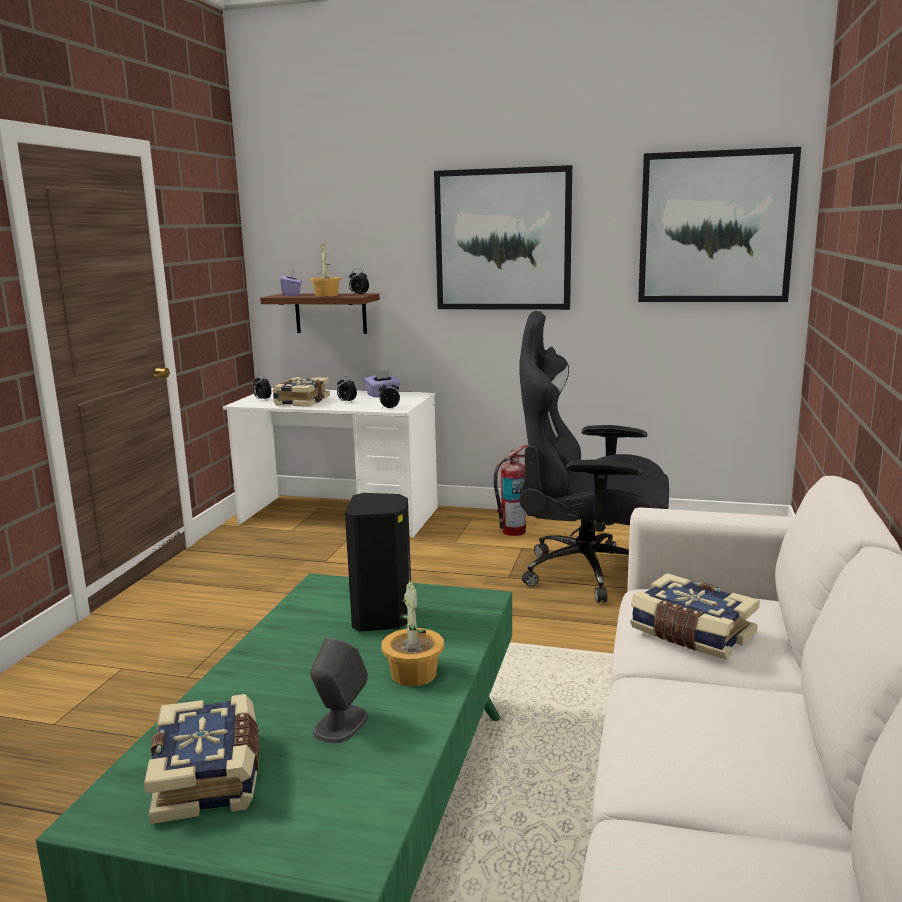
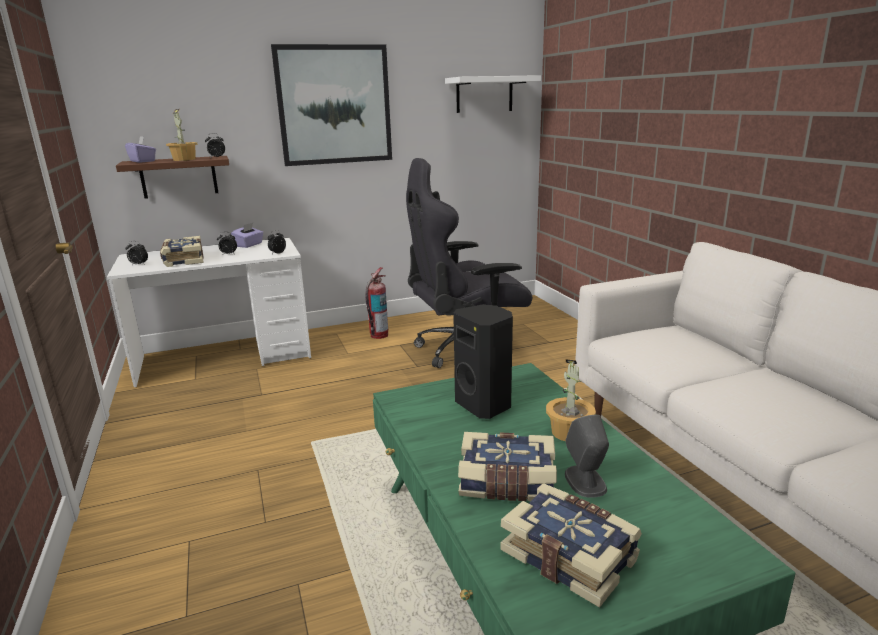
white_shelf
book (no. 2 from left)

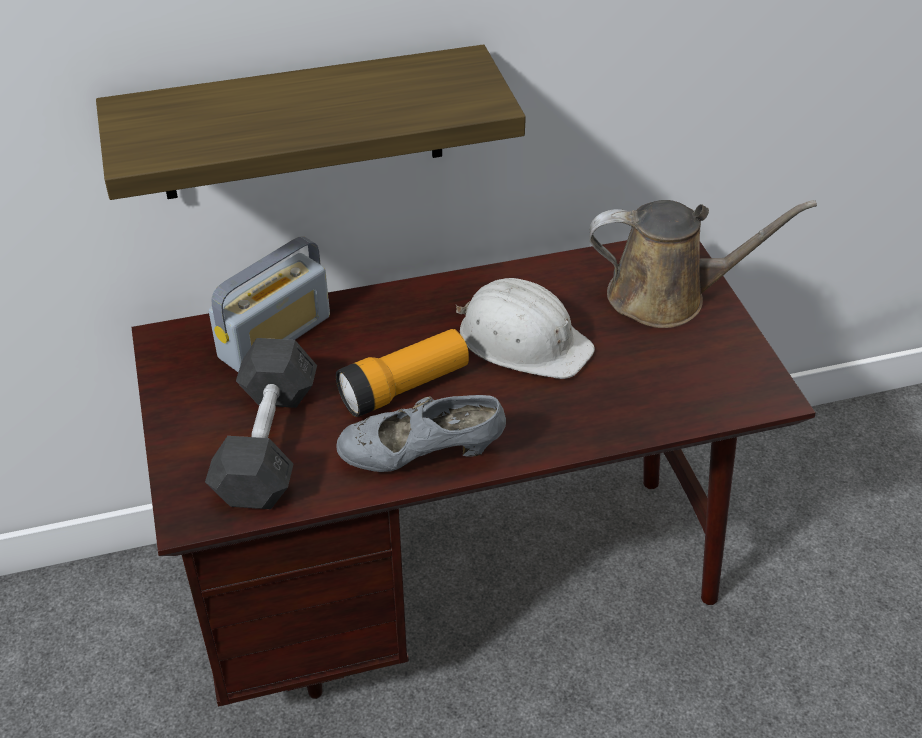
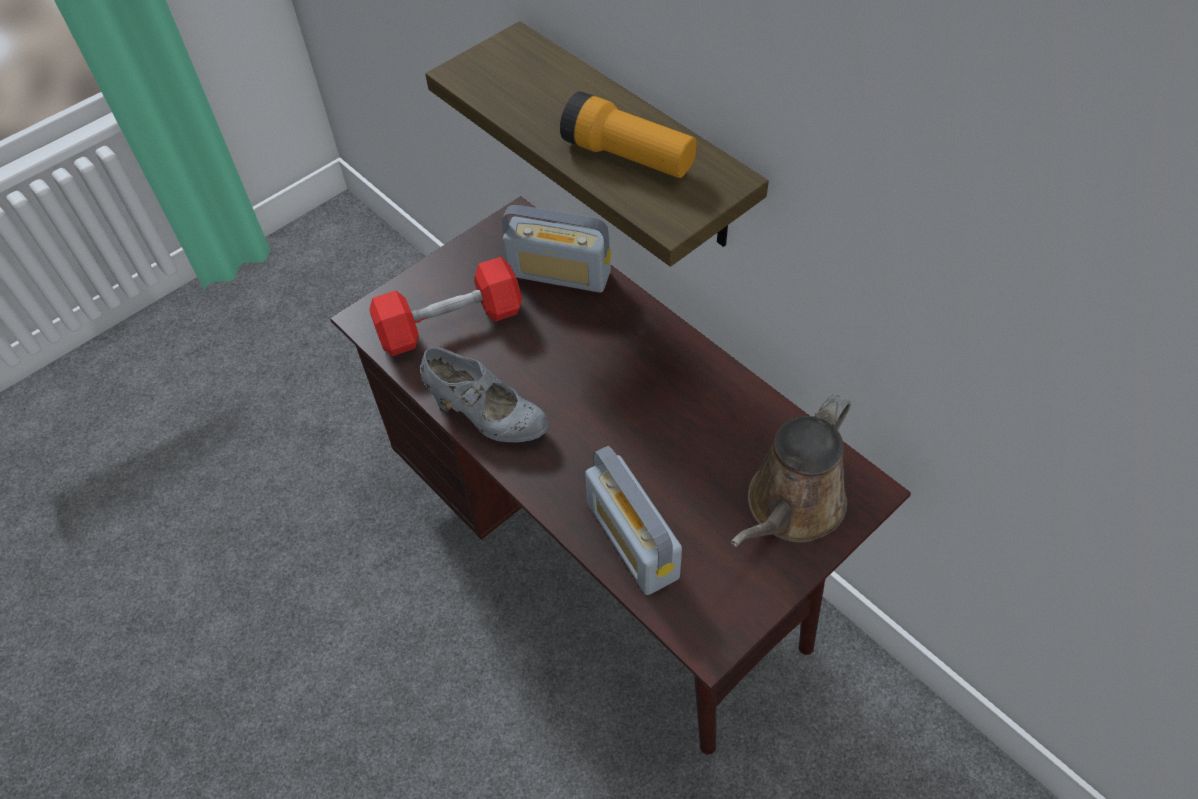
brown_watering_can
white_hard_hat
flashlight
red_dumbbell
grey_shoe
radio (no. 2 from left)

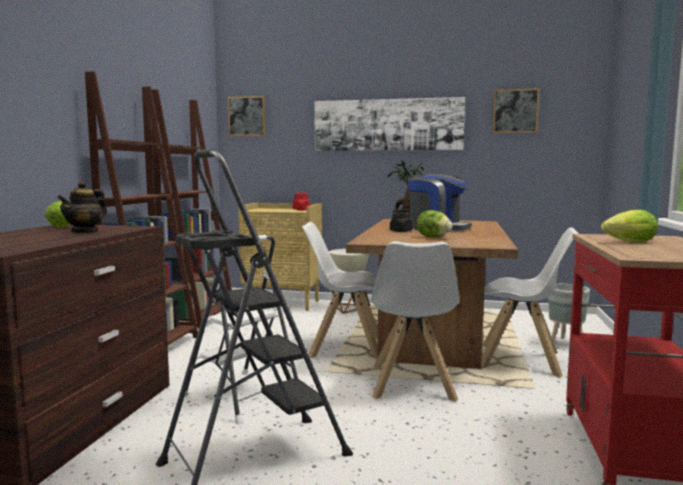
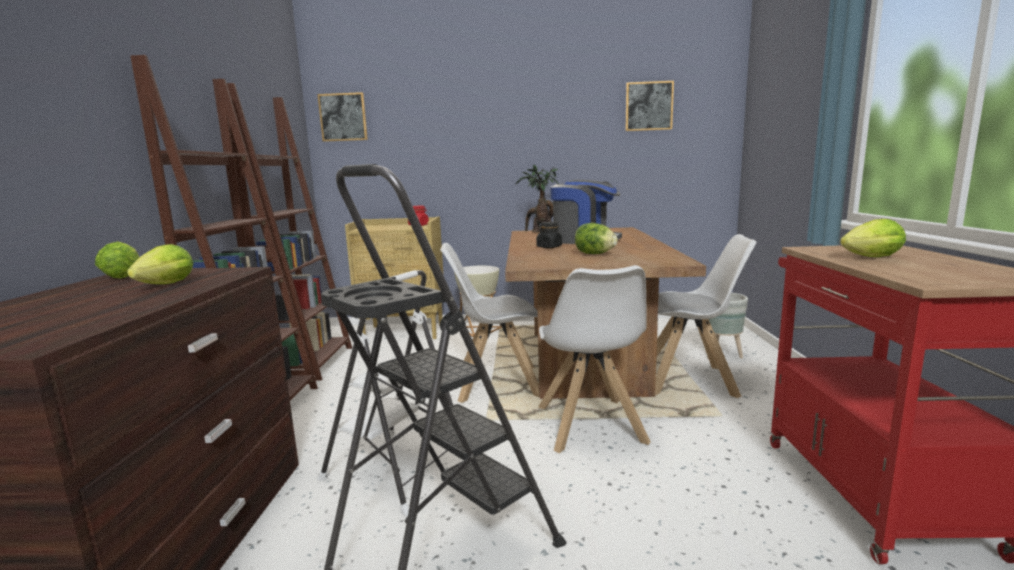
picture (no. 2 from left in the first image)
lettuce (no. 2 from left)

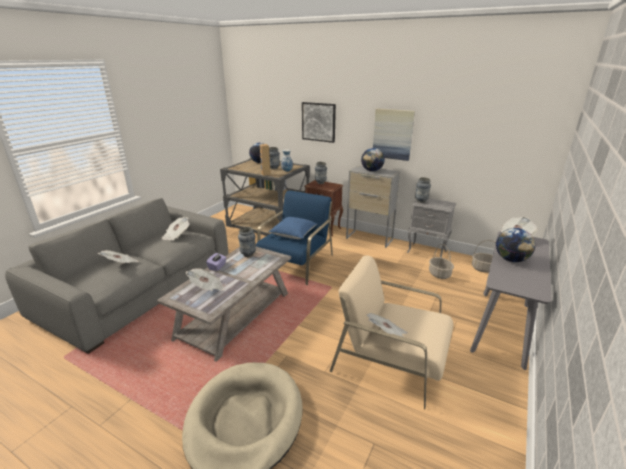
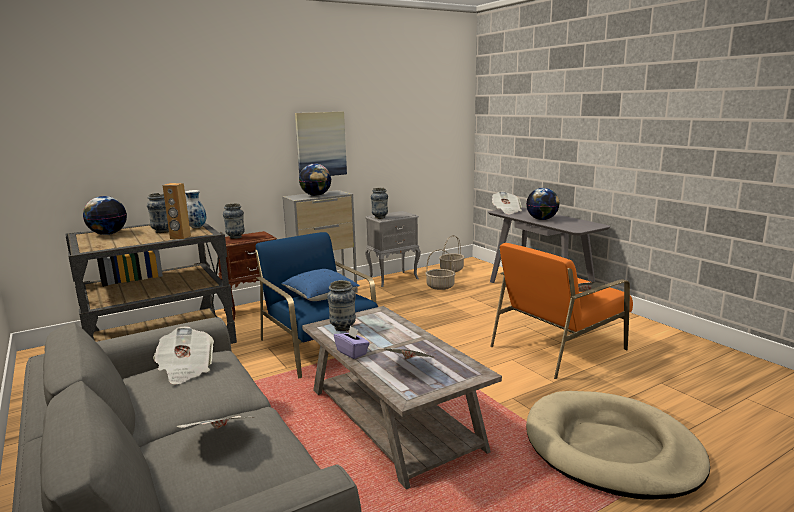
picture (no. 1 from left in the first image)
orange_armchair

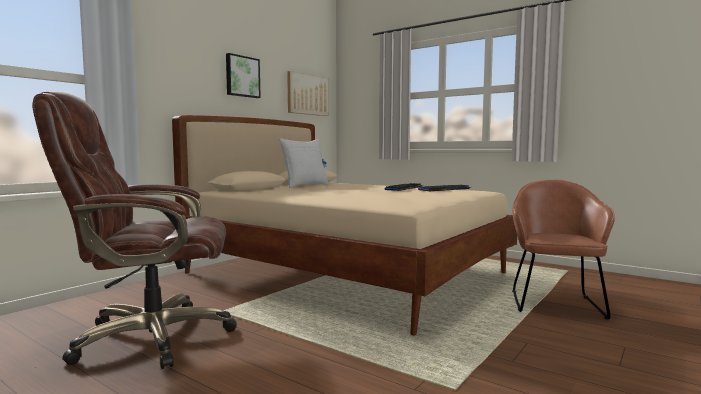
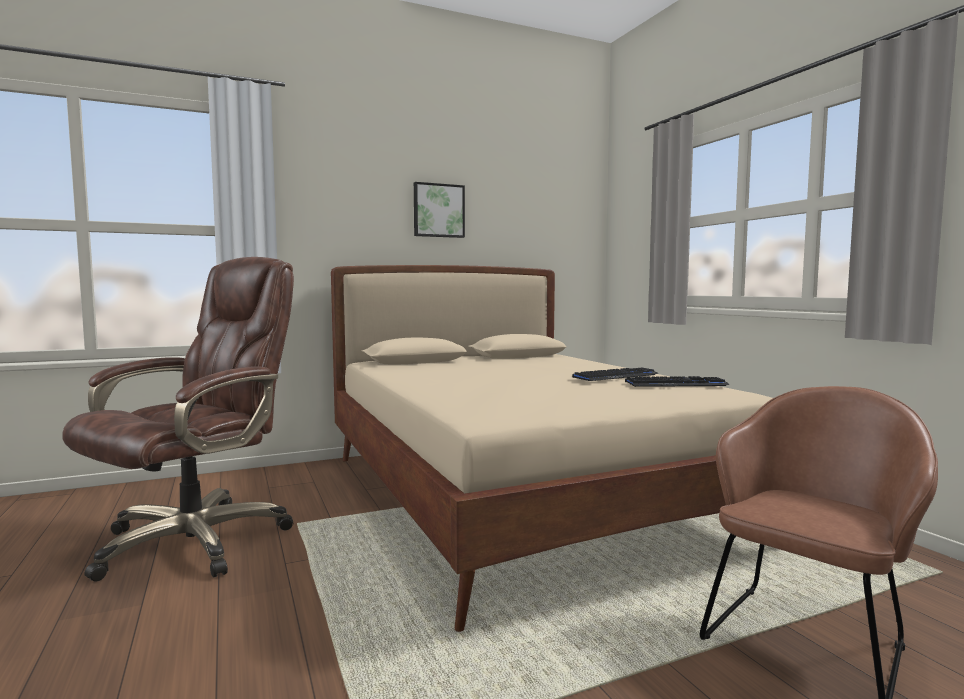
picture (no. 2 from left in the first image)
brown_office_chair
grey_pillow

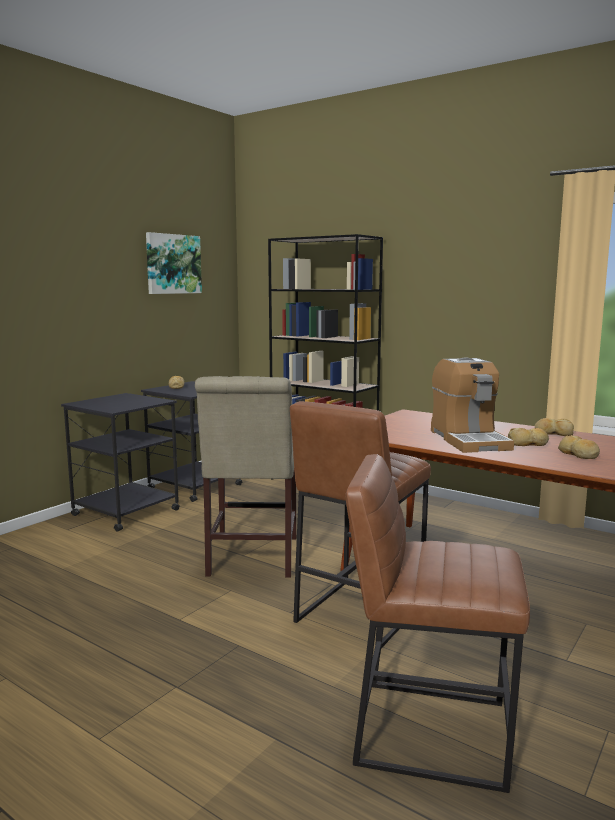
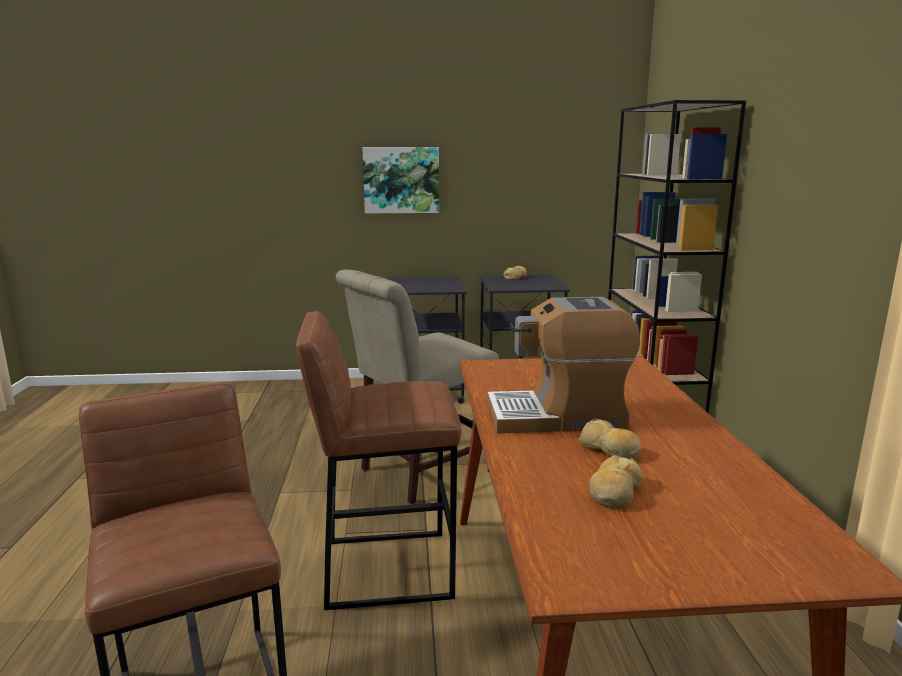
picture
coffee_machine
bread (no. 3 from left in the first image)

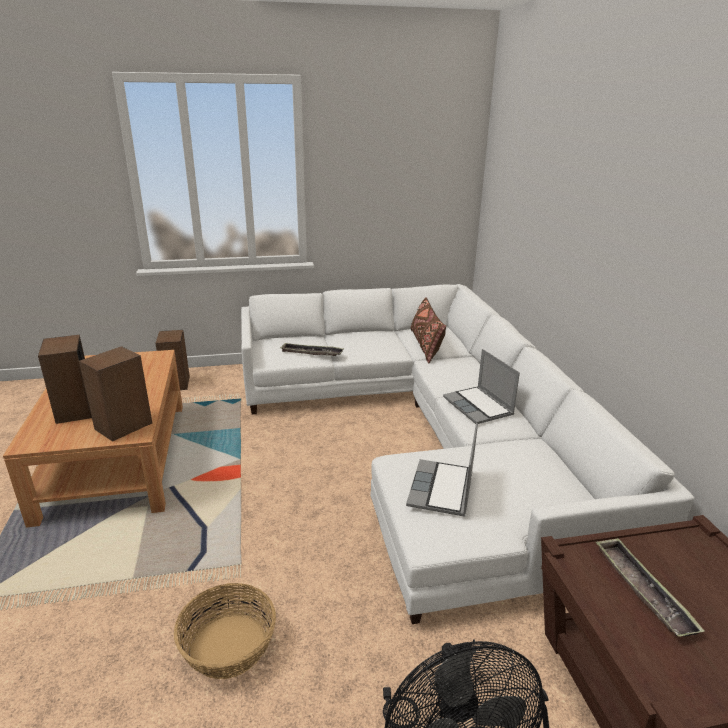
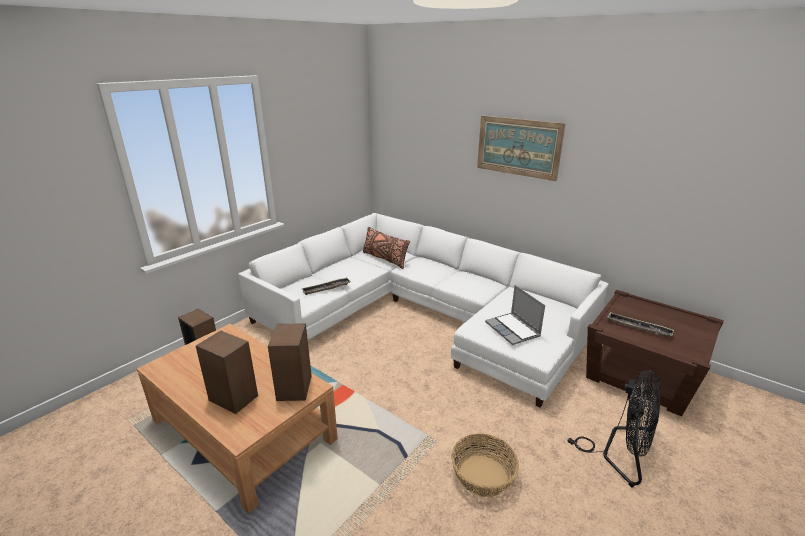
laptop (no. 2 from left in the first image)
picture

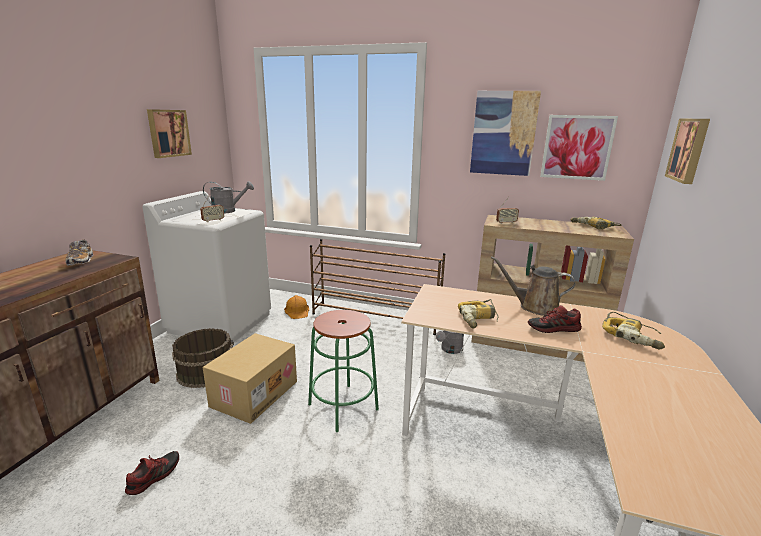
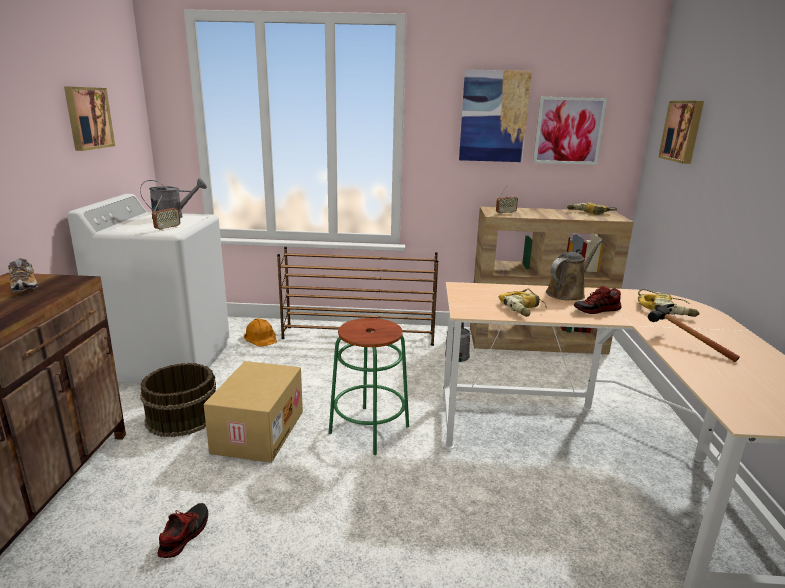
brown_watering_can
hammer

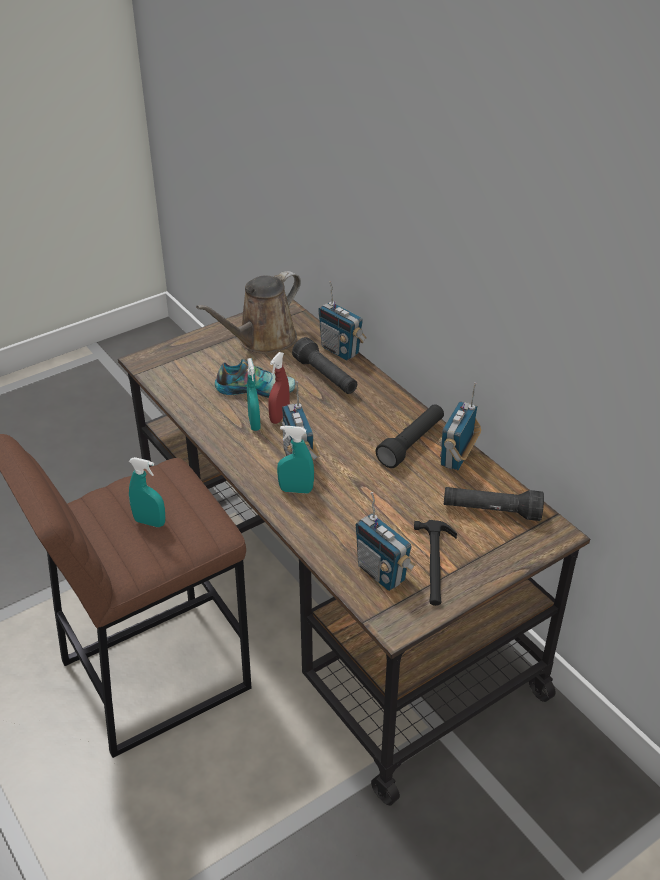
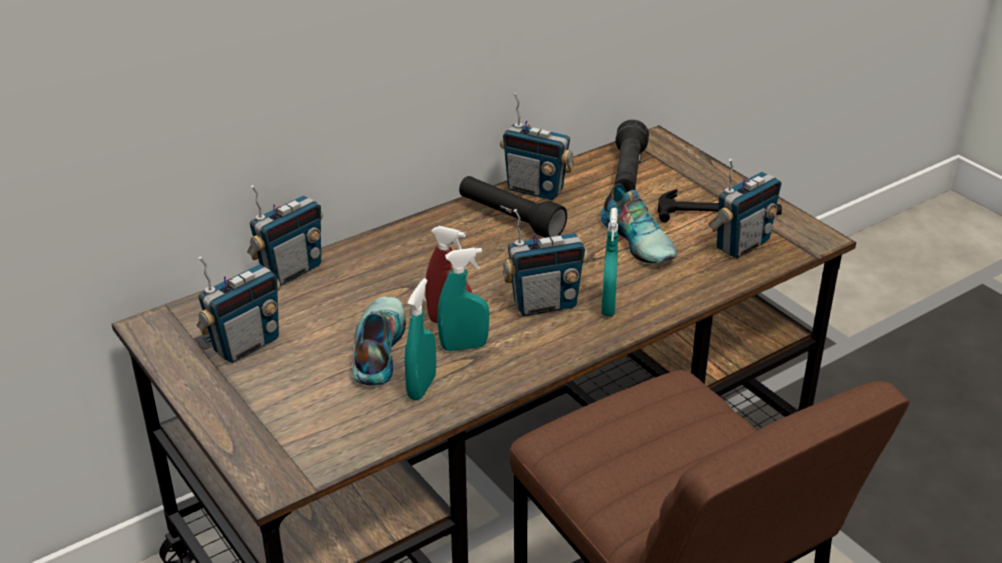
radio (no. 1 from left)
black_flashlight (no. 1 from left in the first image)
turquoise_spray_bottle (no. 1 from left)
shoe (no. 2 from left)

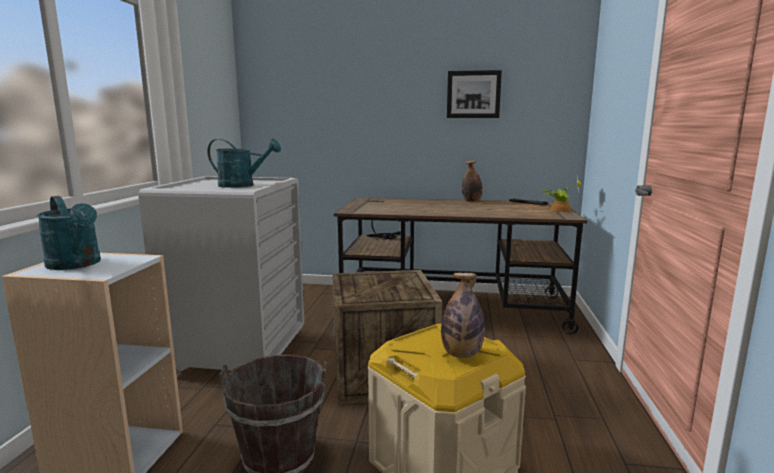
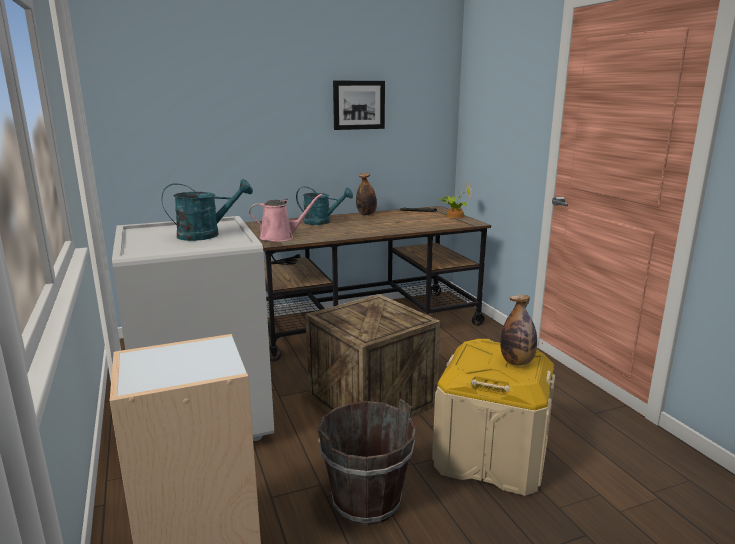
turquoise_watering_can (no. 2 from left)
pink_watering_can

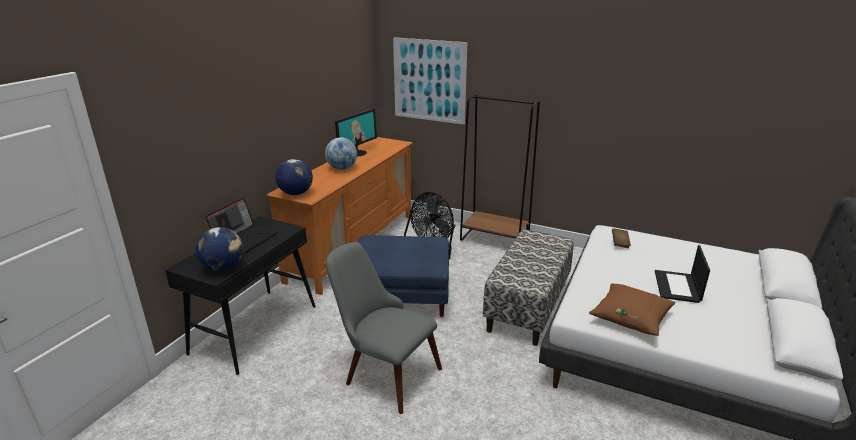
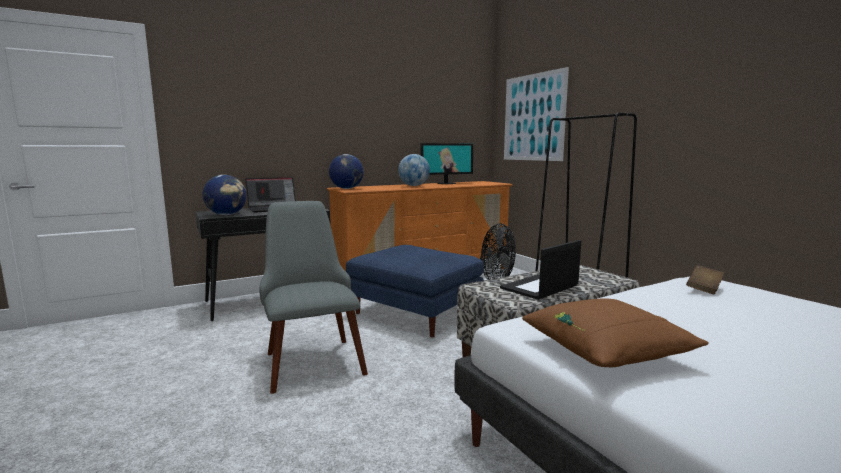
laptop (no. 2 from left)

